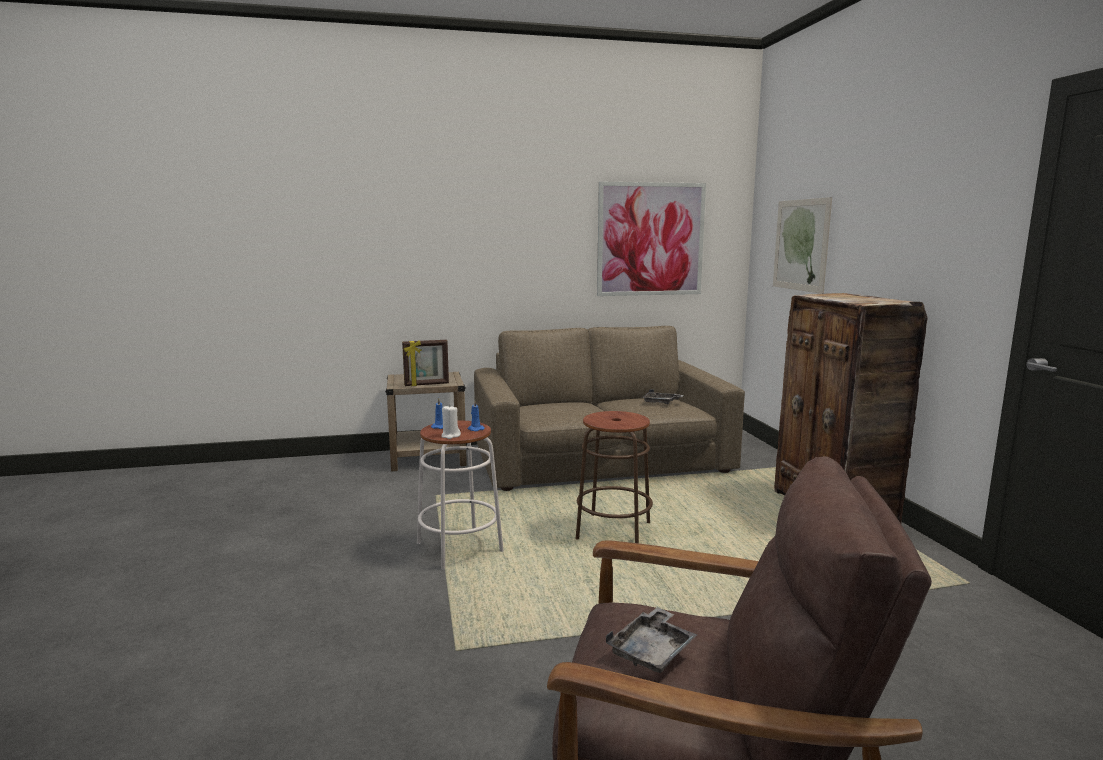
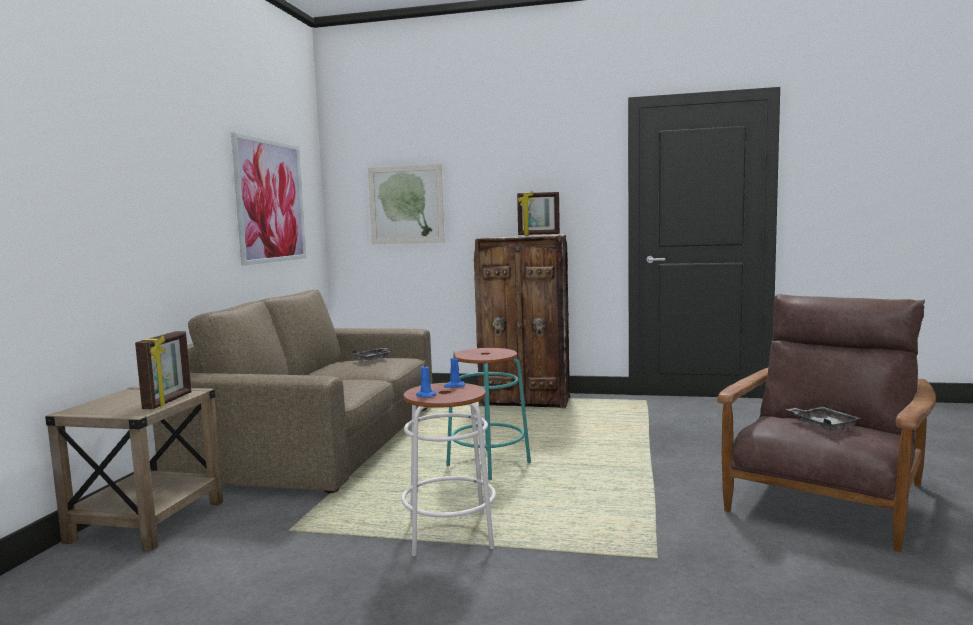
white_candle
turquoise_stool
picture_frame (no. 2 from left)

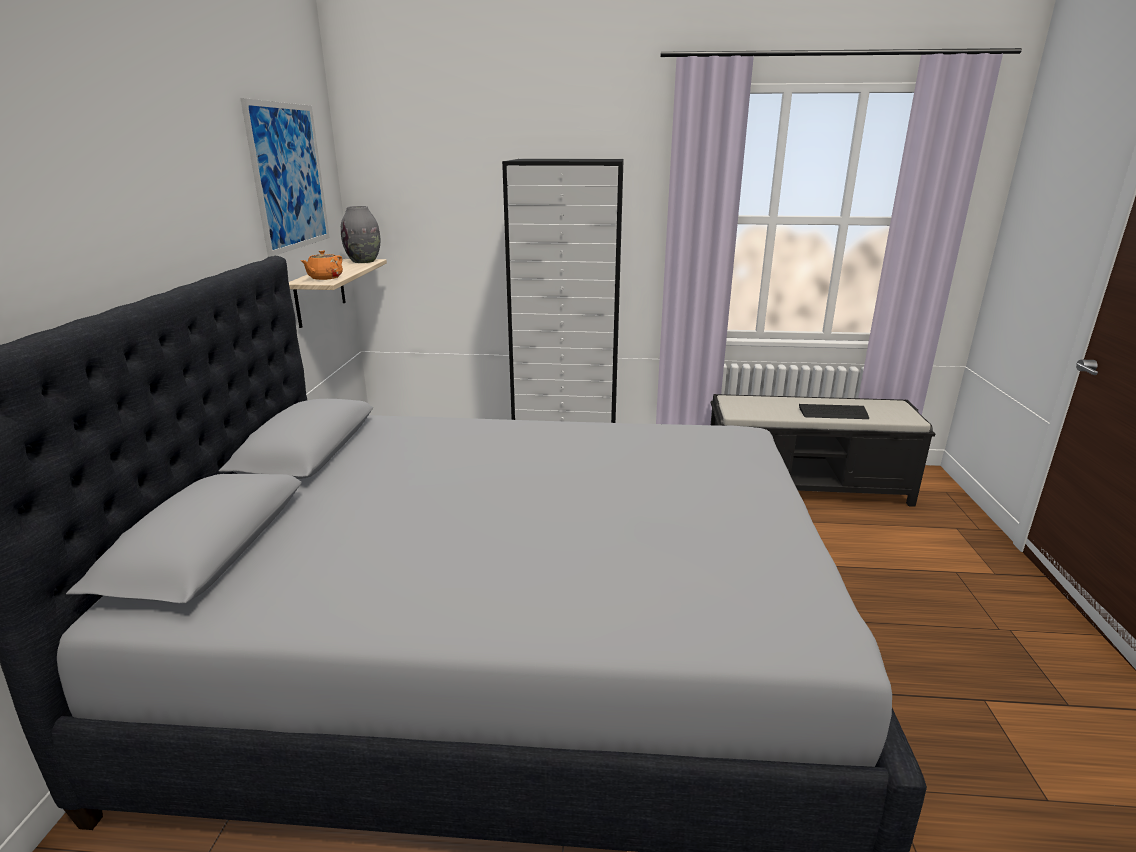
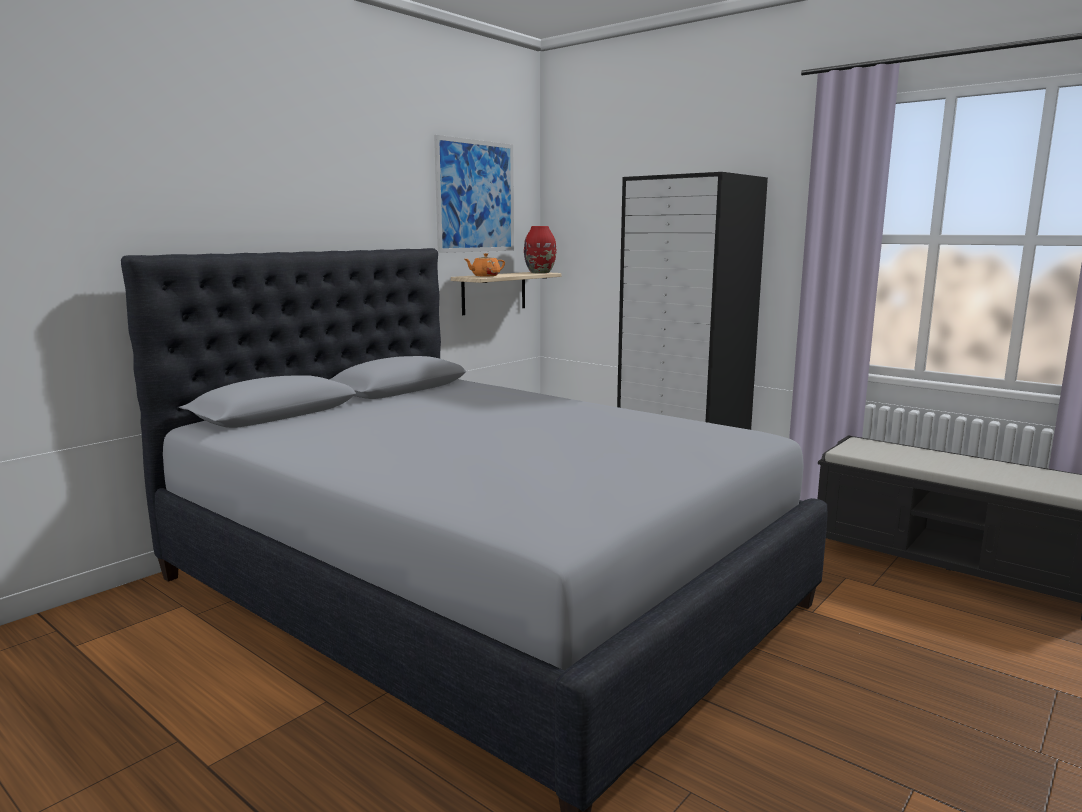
red_vase
keyboard

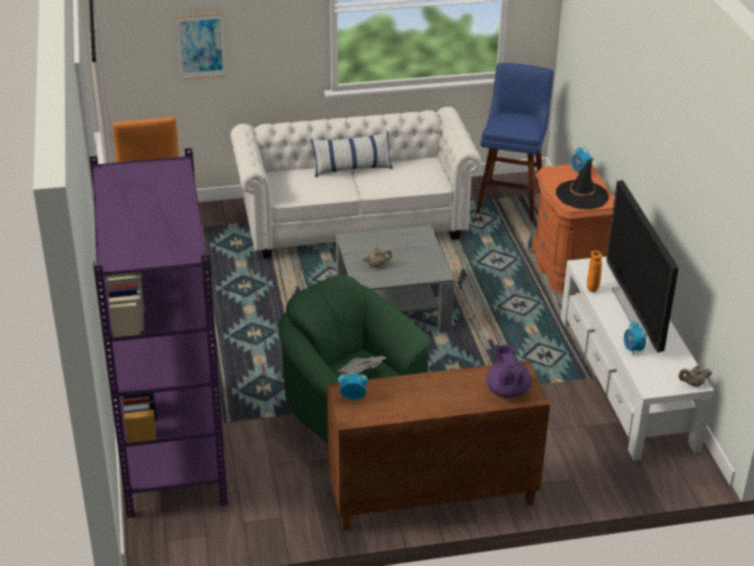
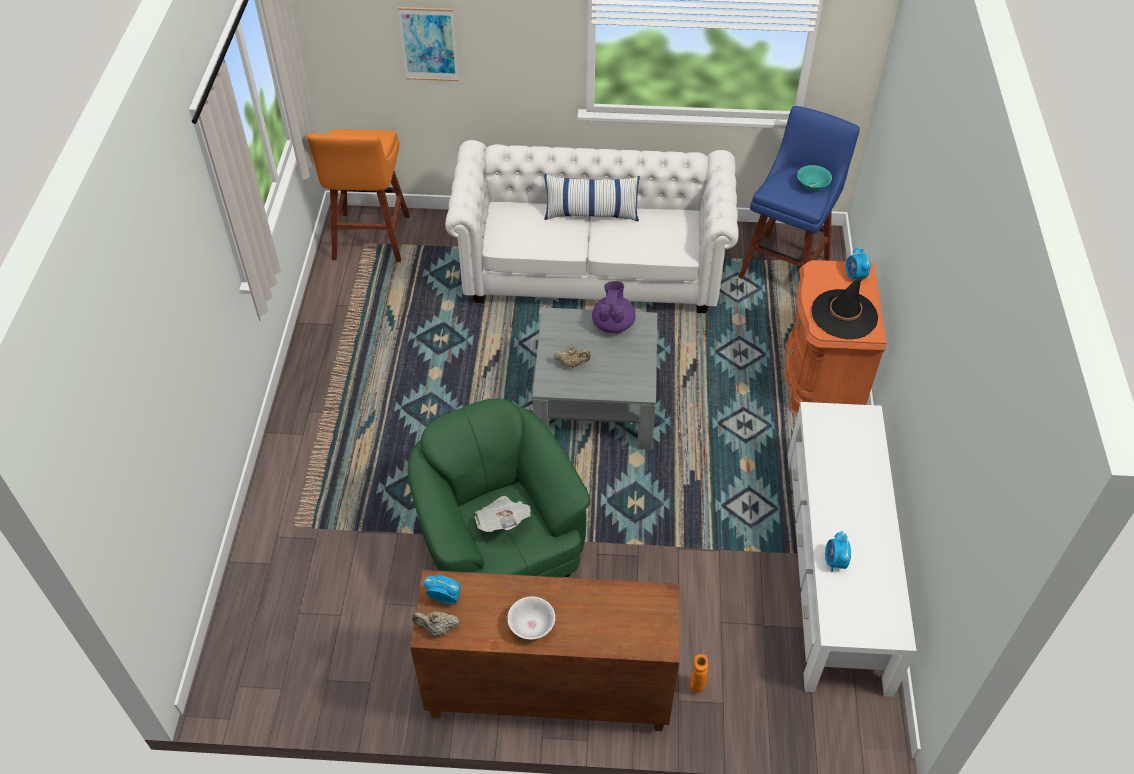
purple_bookcase
television
orange_vase
purple_teapot
beige_teapot (no. 1 from left)
turquoise_bowl
white_bowl

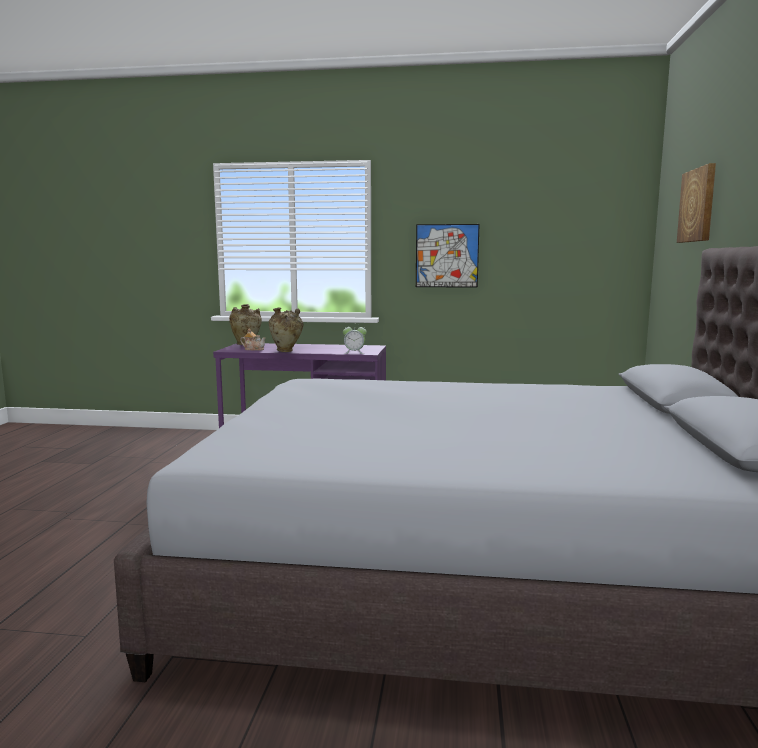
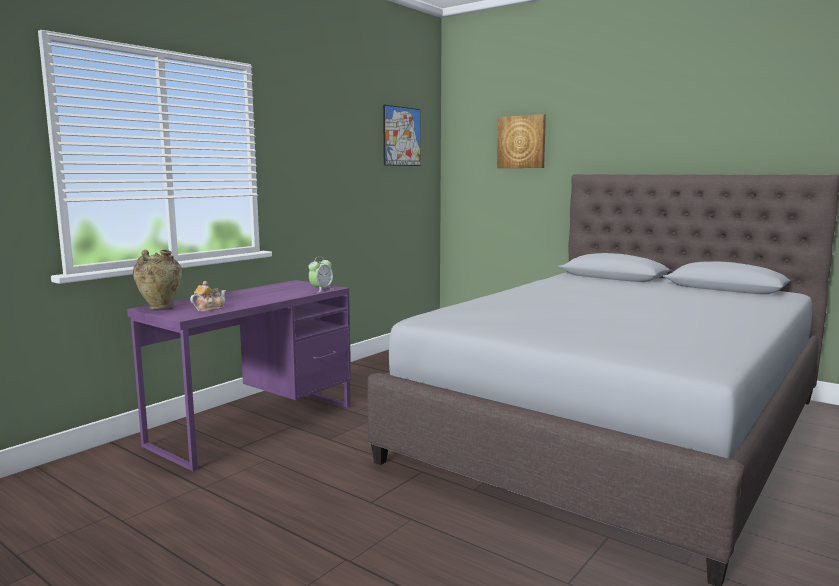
picture (no. 1 from left)
beige_vase (no. 2 from left in the first image)

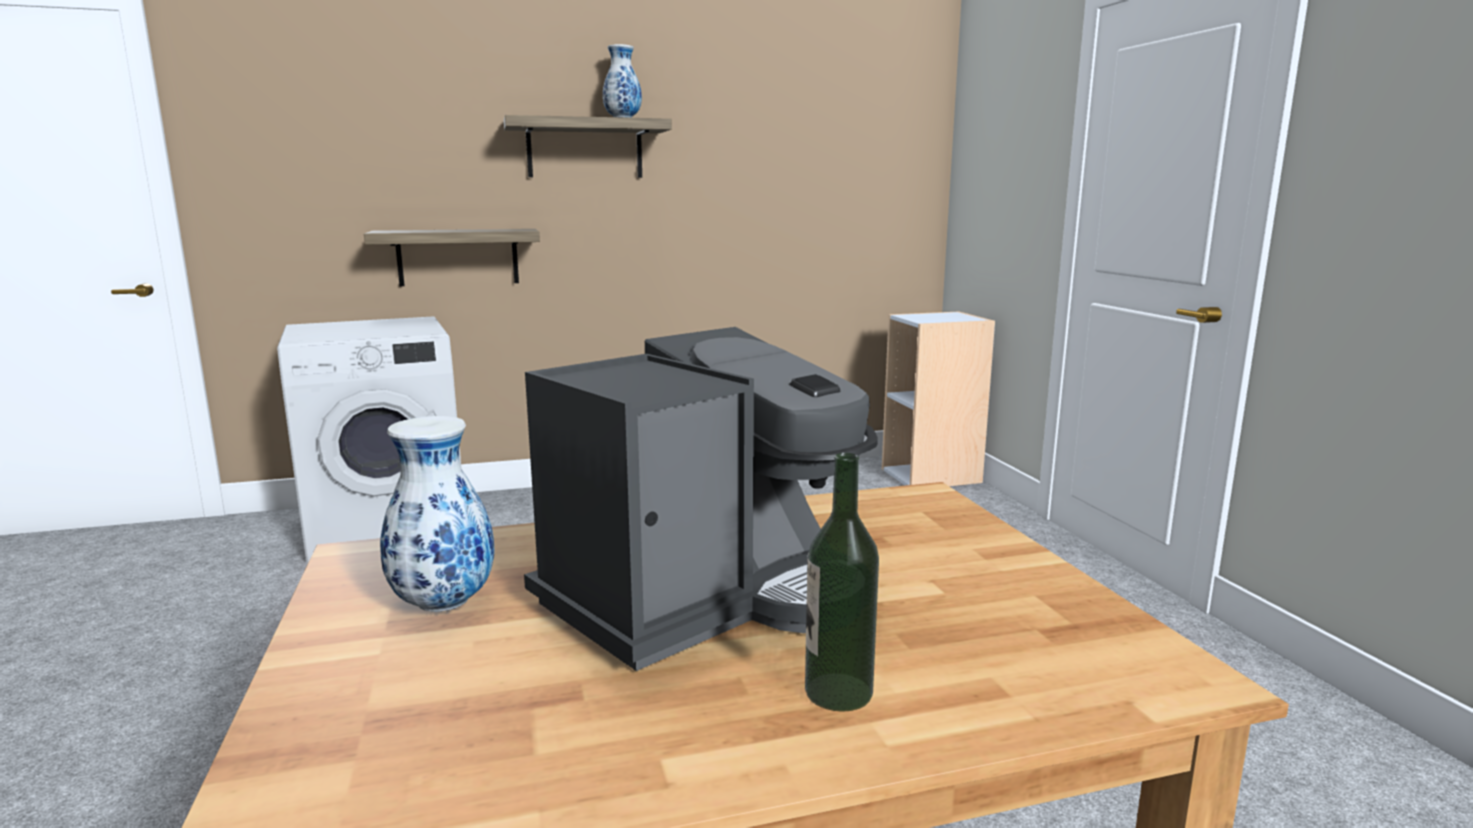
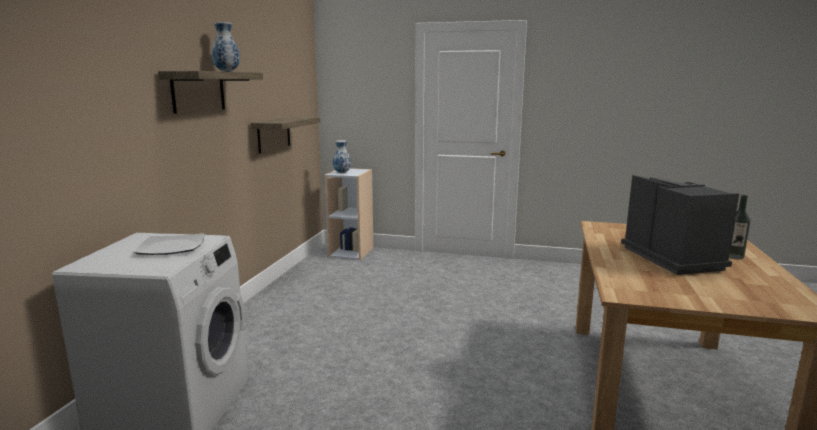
shelf (no. 2 from left)
vase (no. 2 from left)
plate

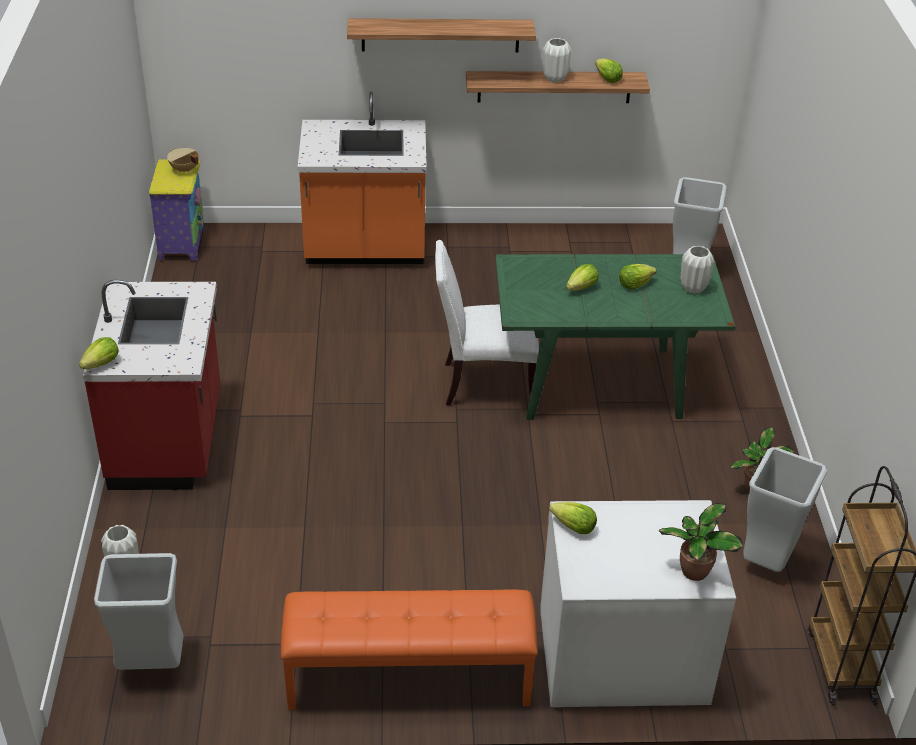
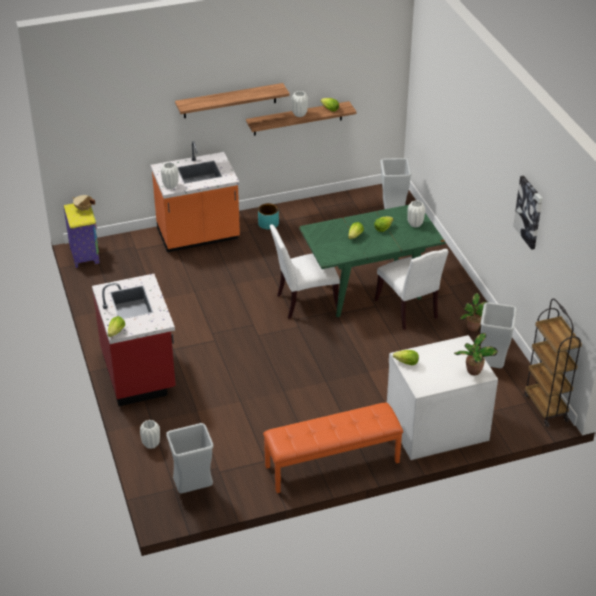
white_vase (no. 2 from left)
picture
turquoise_planter
white_chair (no. 2 from left)

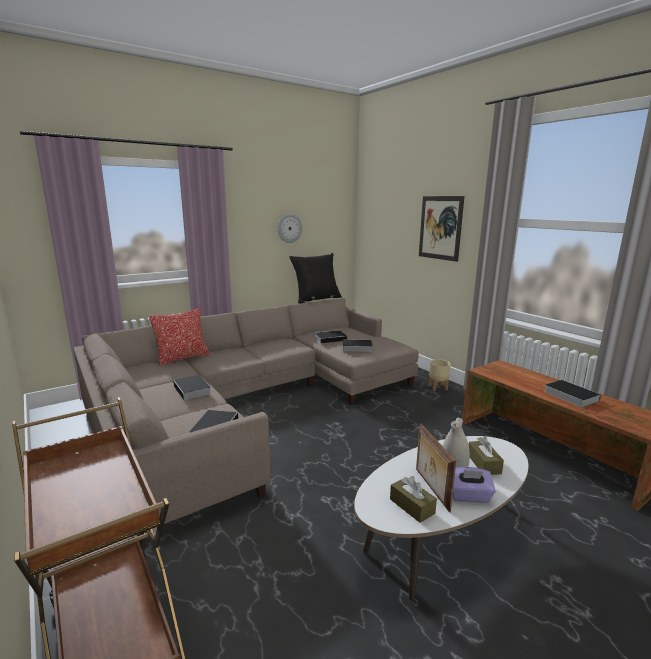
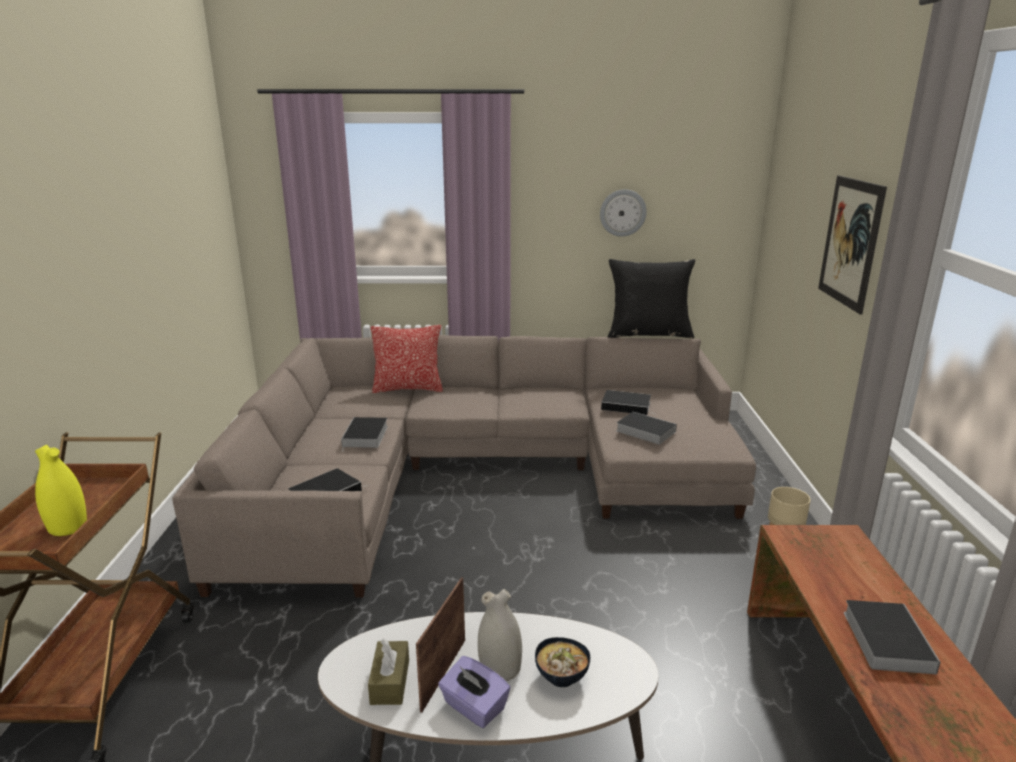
bowl
yellow_vase

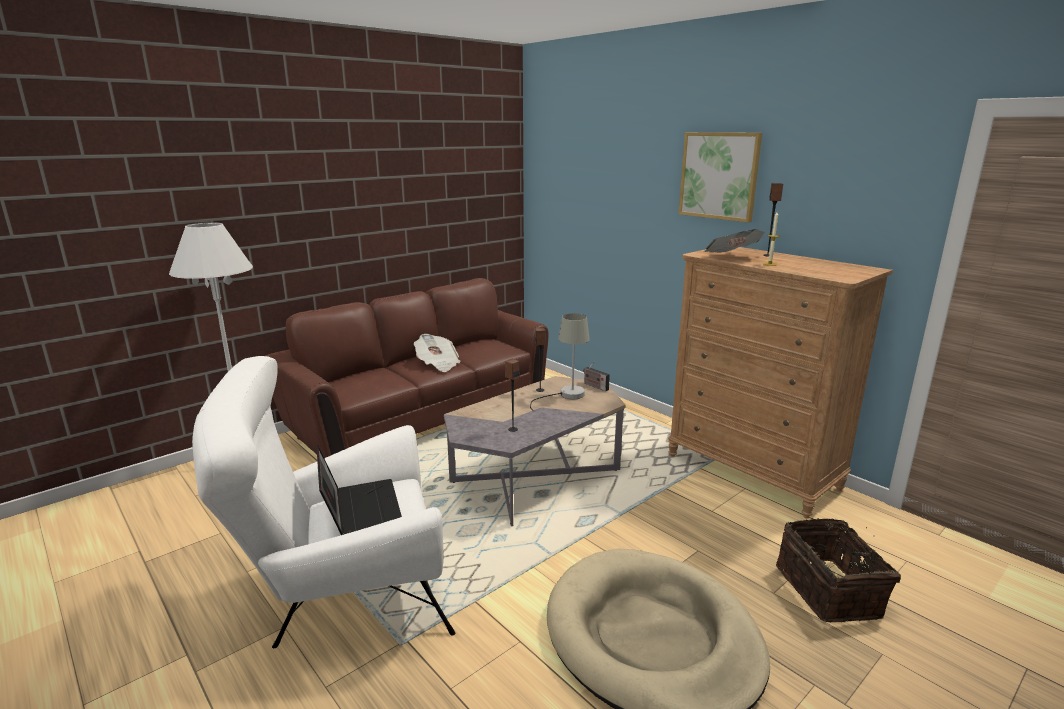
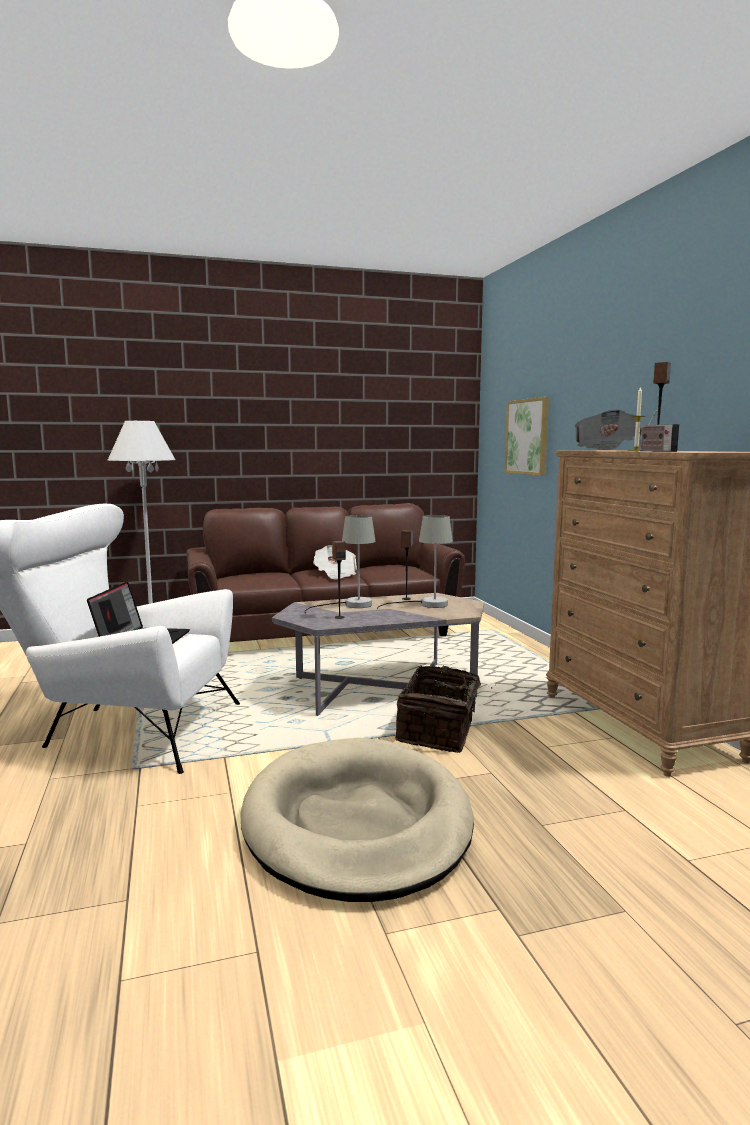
picture
radio
basket
grey_table_lamp (no. 1 from left)

